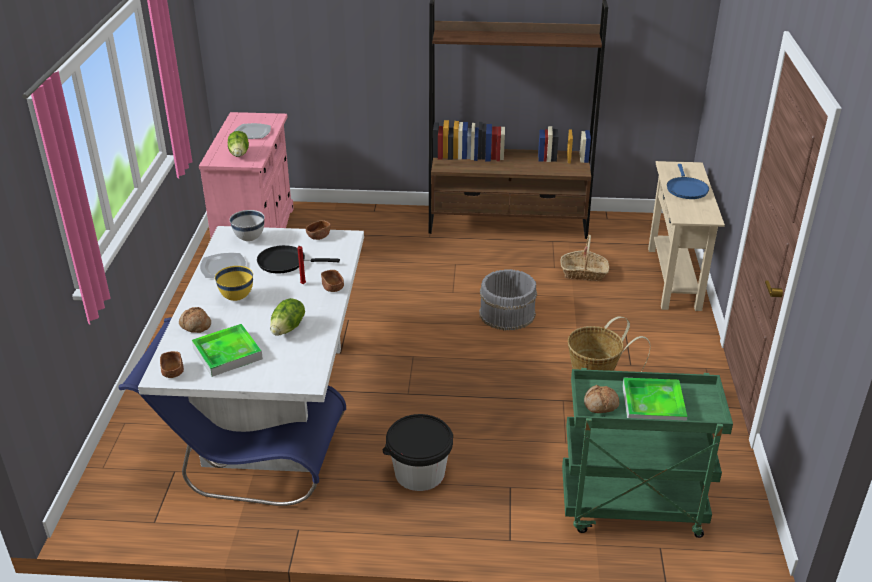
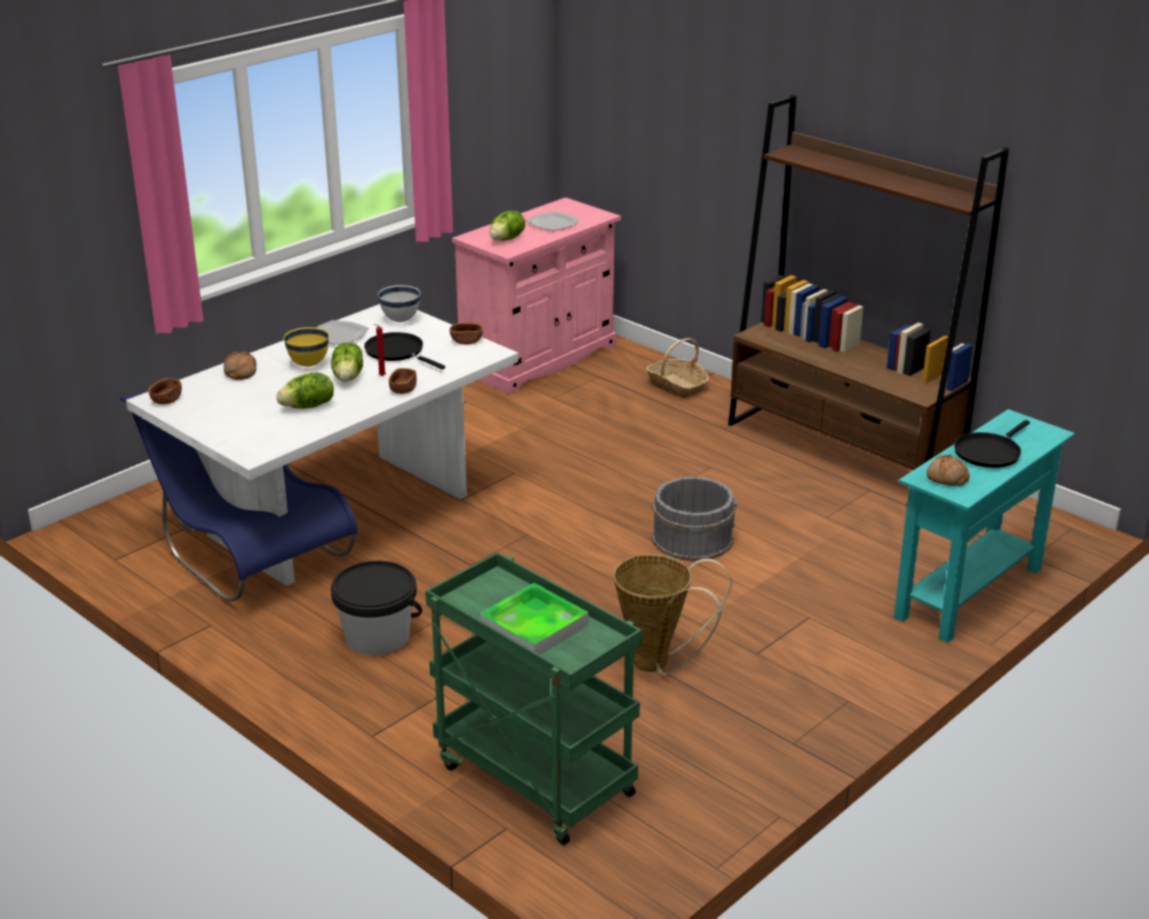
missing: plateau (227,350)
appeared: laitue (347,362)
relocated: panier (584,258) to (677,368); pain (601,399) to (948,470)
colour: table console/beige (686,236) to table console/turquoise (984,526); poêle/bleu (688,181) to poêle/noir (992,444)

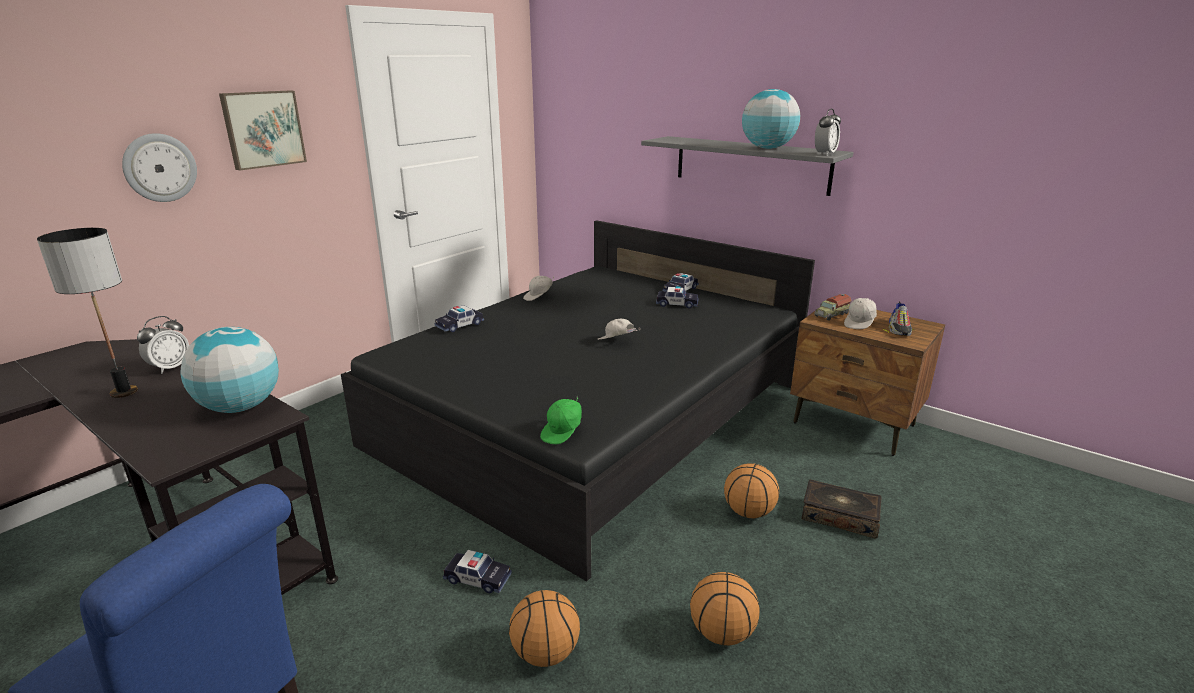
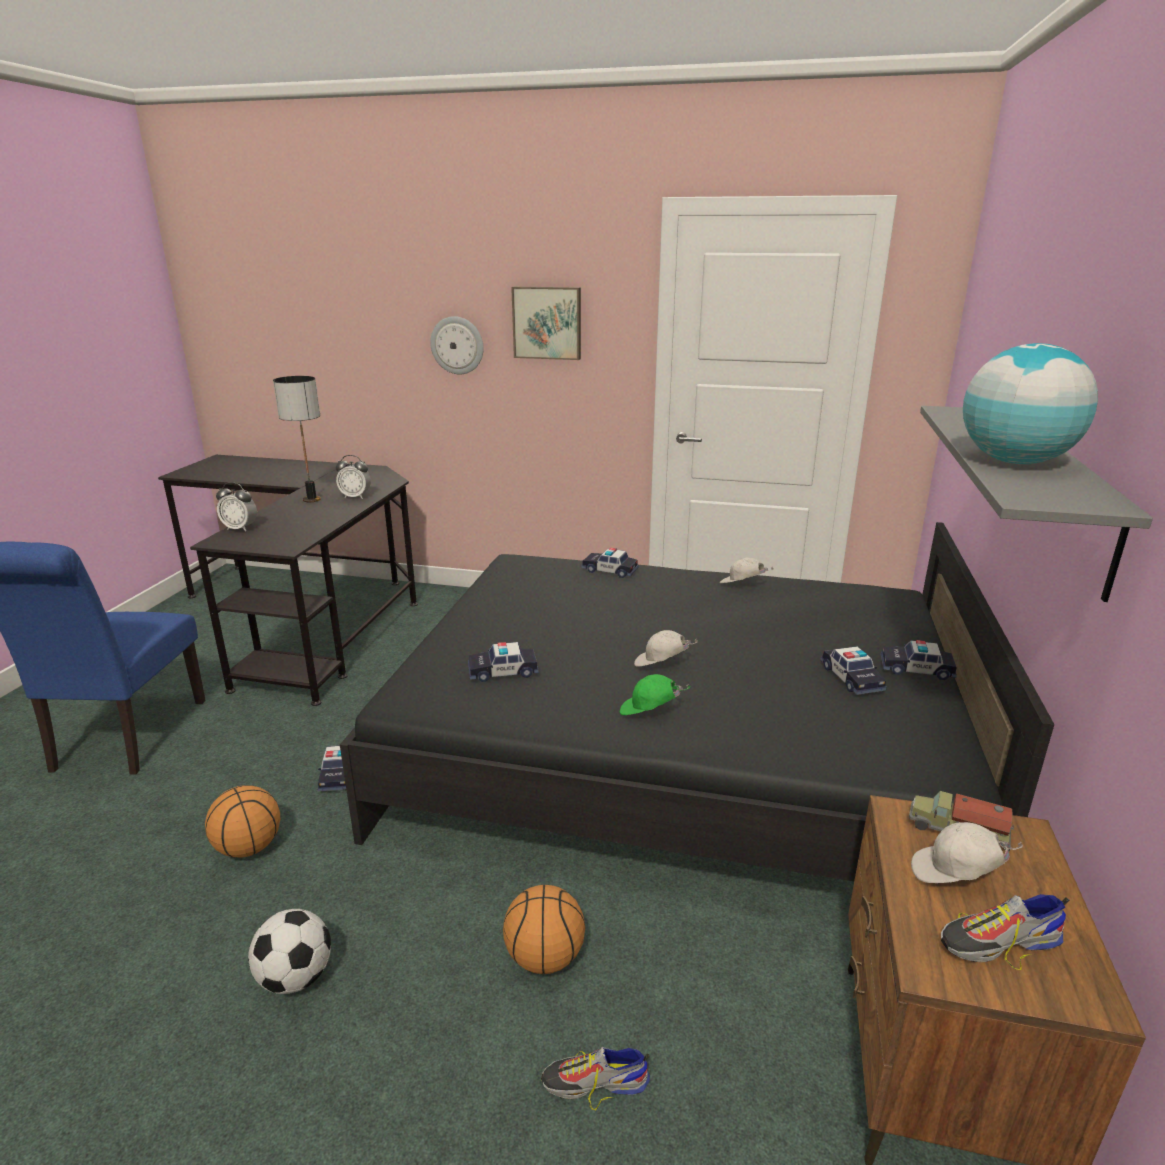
missing: globe (230,370)
appeared: petite voiture (503,662)
relocated: réveil (828,132) to (236,507); casquette/vert (561,420) to (655,694)
exchanged: ballon de basket (725,608) to ballon de foot (289,951); livre (842,509) to chaussure (595,1078)
spun: casquette/blanc (618,329) = (666,648) 90 degrees counterclockwise

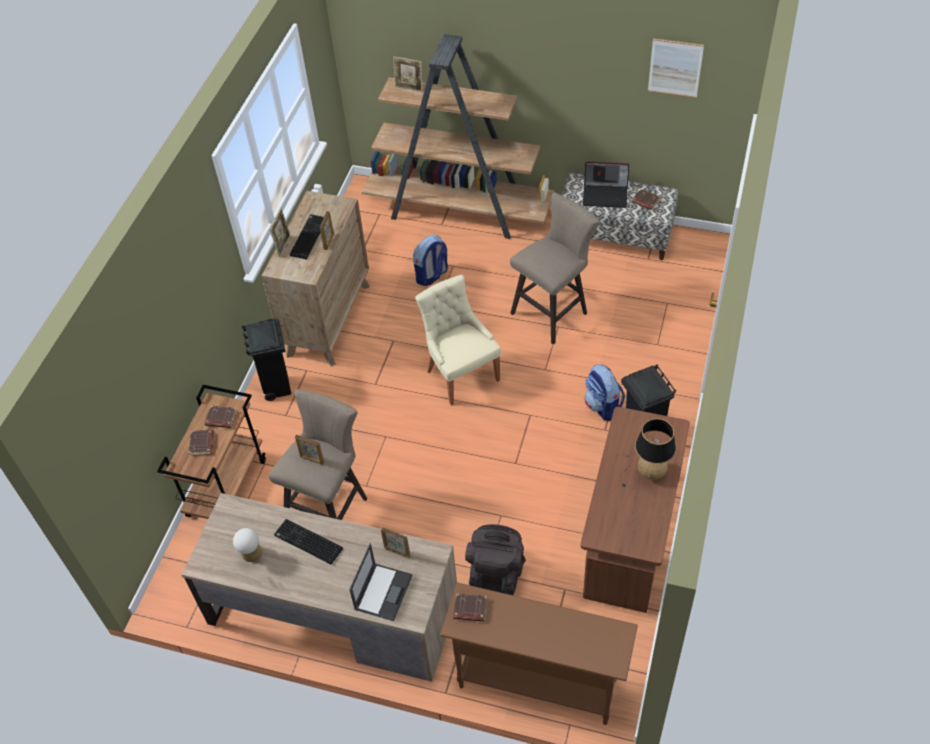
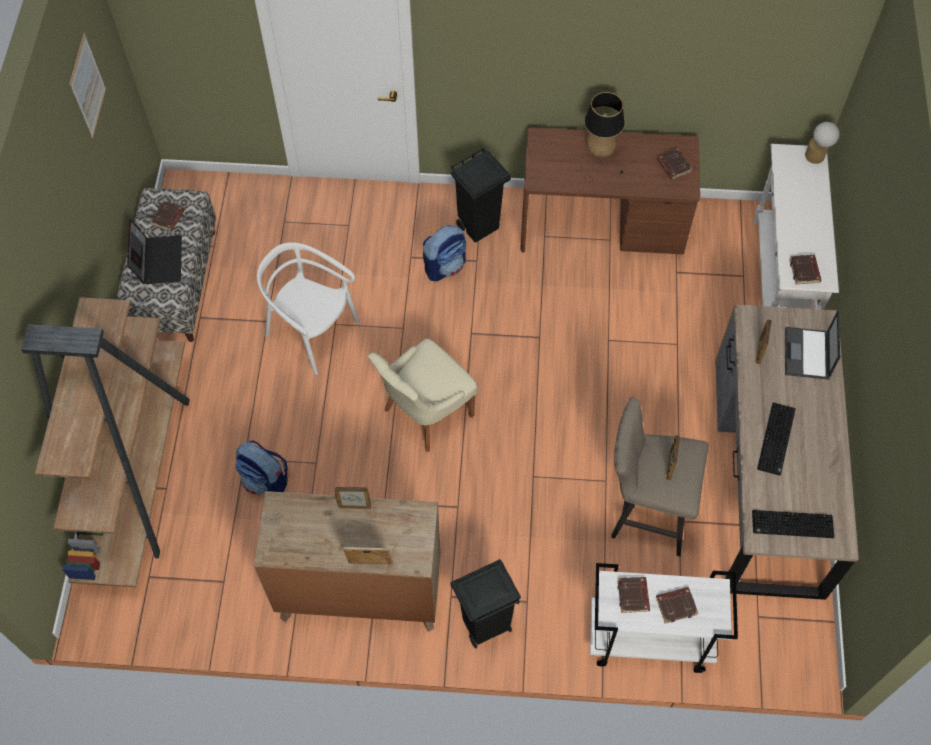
missing: cadre photo (408,74); sac à dos/noir (495,559)
appeared: livre/marron (674,164)
relocated: clavier (307,236) to (793,524); lampe de table (247,545) to (822,143)
exchanged: tabouret/beige (555,268) to chaise/blanc (308,308)
colour: chariot/marron (211,452) to chariot/blanc (664,618); table console/marron (539,653) to table console/blanc (796,227)
spun: ordinateur portable (380,582) = (812,344) 90 degrees counterclockwise

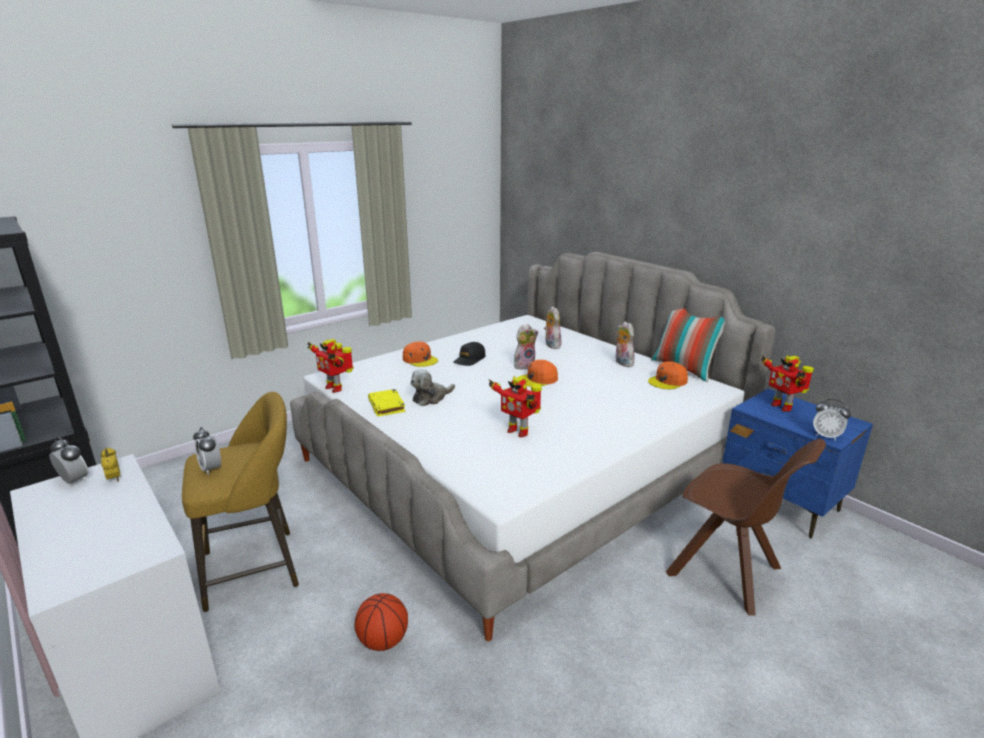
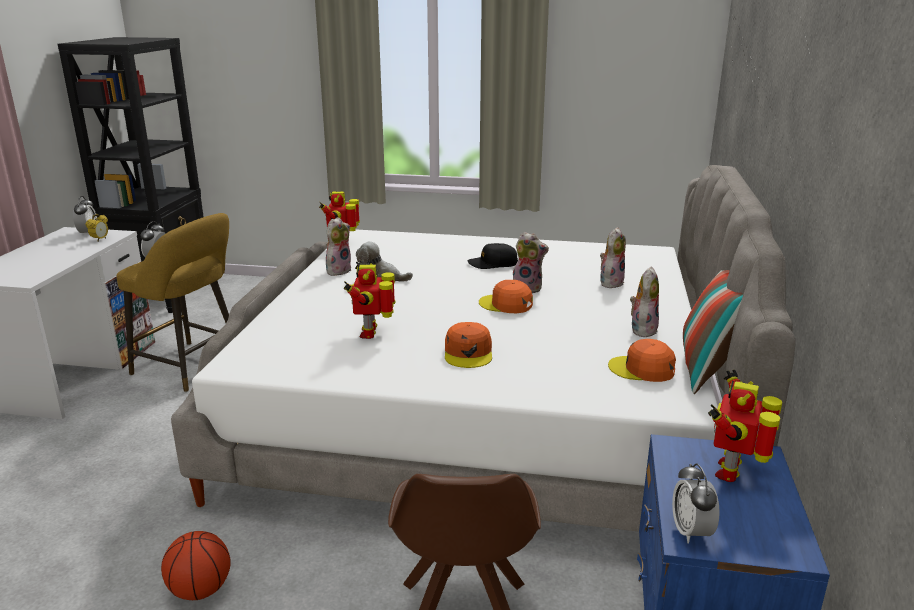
relocated: ballon de basket (381,622) to (196,565); casquette/orange (420,354) to (468,345)
exchanged: livre/jaune (386,402) to peluche (339,246)

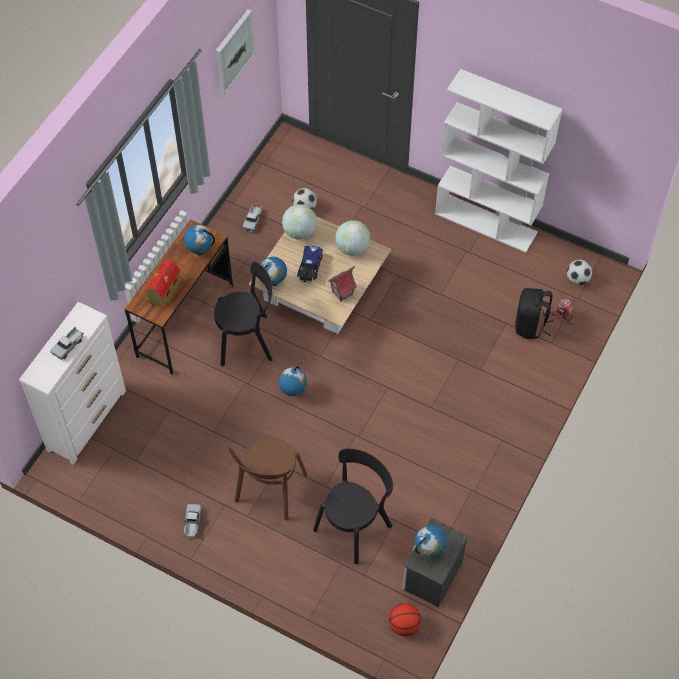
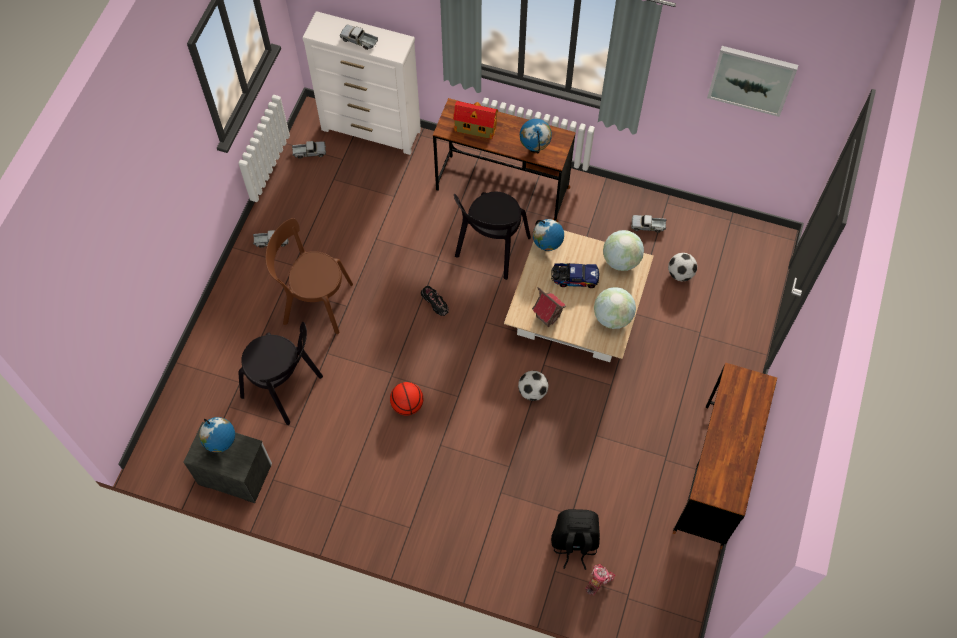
appeared: camion jouet (309,150)
relocated: ballon de basket (405,619) to (406,399); ballon de foot (579,272) to (533,386)
exchanged: globe (292,381) to chaussure/noir (435,301); bibliothèque/blanc (498,161) to bureau/marron (725,455)
spun: chaise/noir (243,314) = (492,236) 45 degrees clockwise

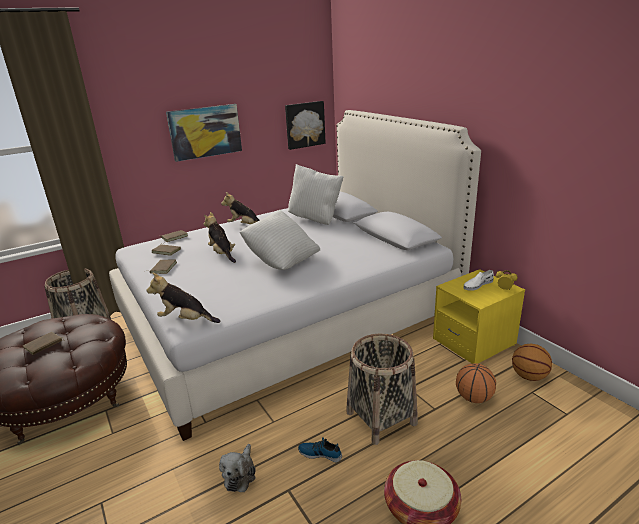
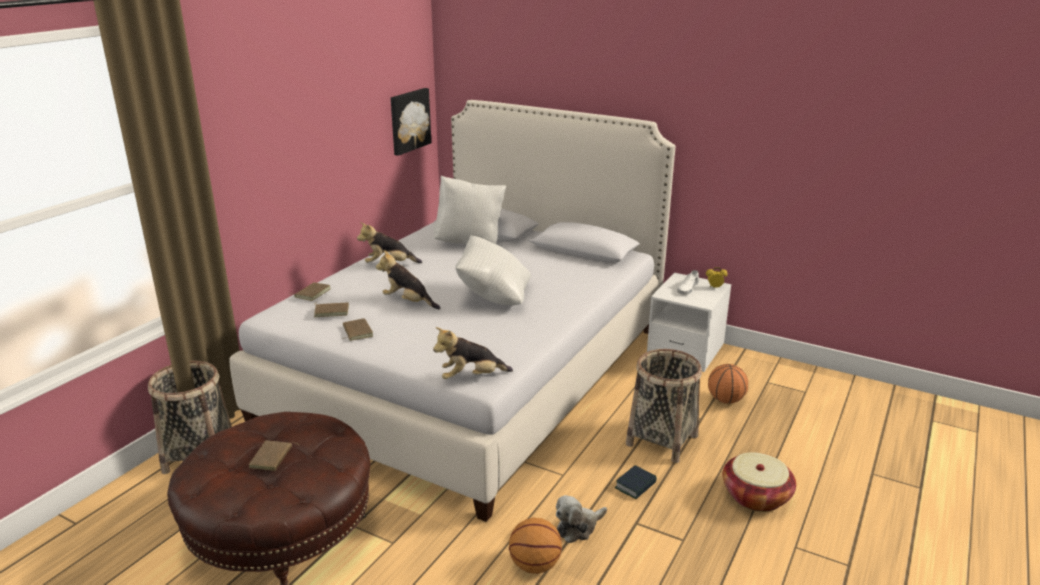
missing: tableau (204,133)
relocated: ballon de basket (532,362) to (535,546)
exchanged: chaussure (320,449) to livre (636,482)
colour: table de chevet/jaune (479,316) to table de chevet/blanc (689,322)
spun: peluche (237,468) = (581,519) 75 degrees clockwise

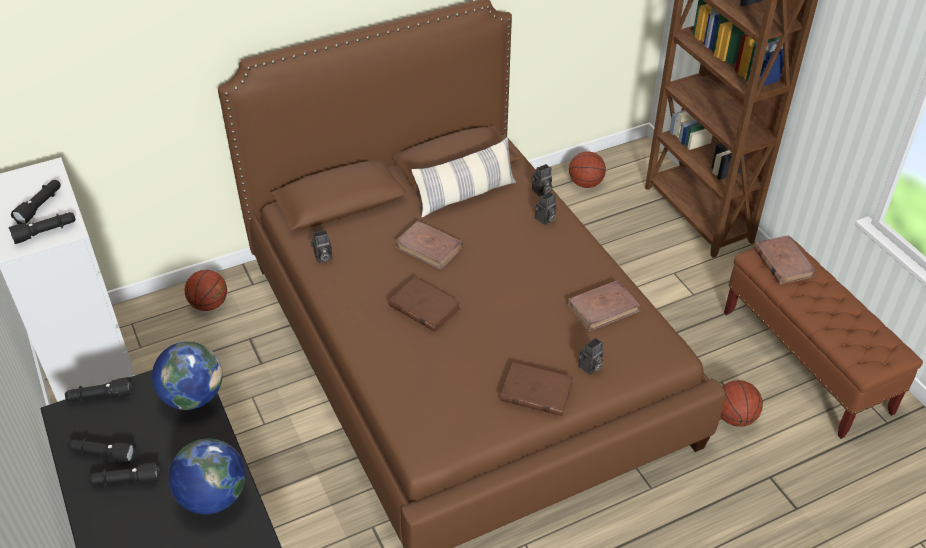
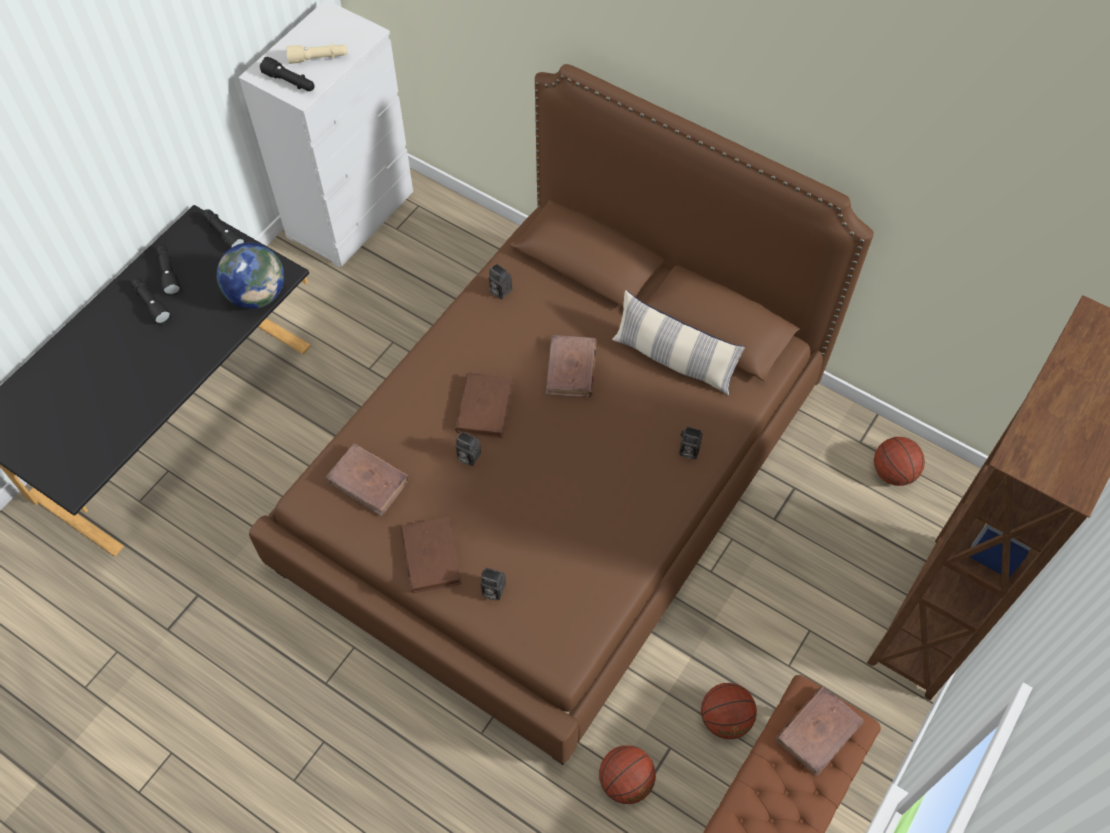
missing: globe (207,476)
relocated: livre/marron (603,306) to (367,479); appareil photo (541,180) to (468,448); ballon de basket (206,290) to (729,711)
colour: lampe de poche/noir (35,202) to lampe de poche/beige (316,53)

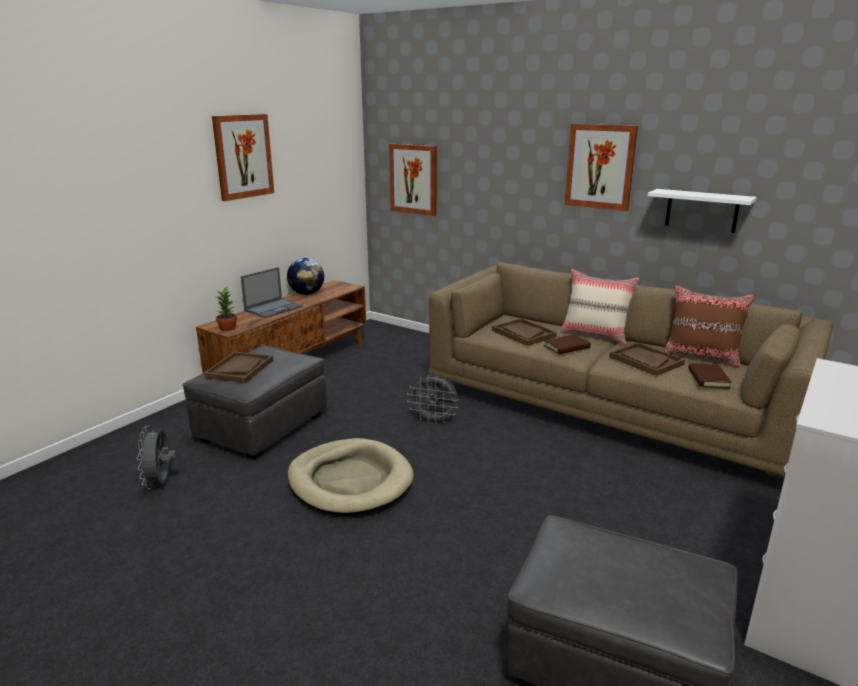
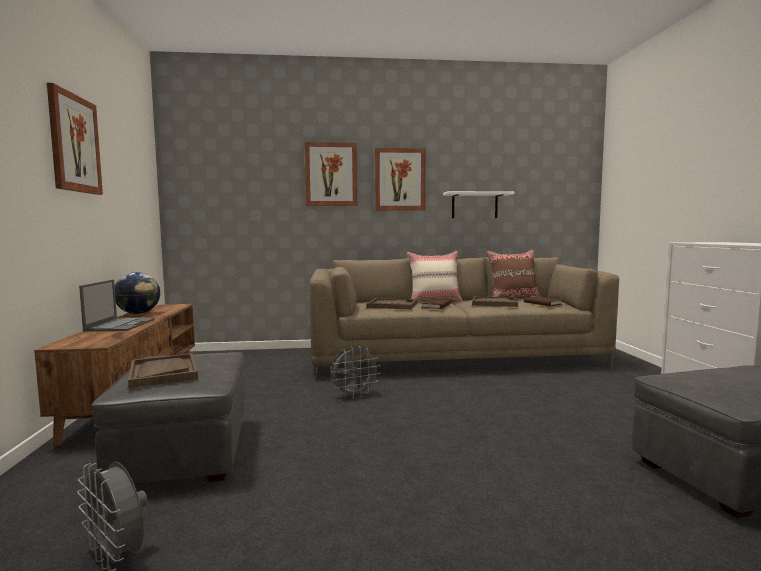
missing: plante en pot (226,309); panier pour chien/beige (351,476)
relocated: tableau (413,180) to (331,174)

